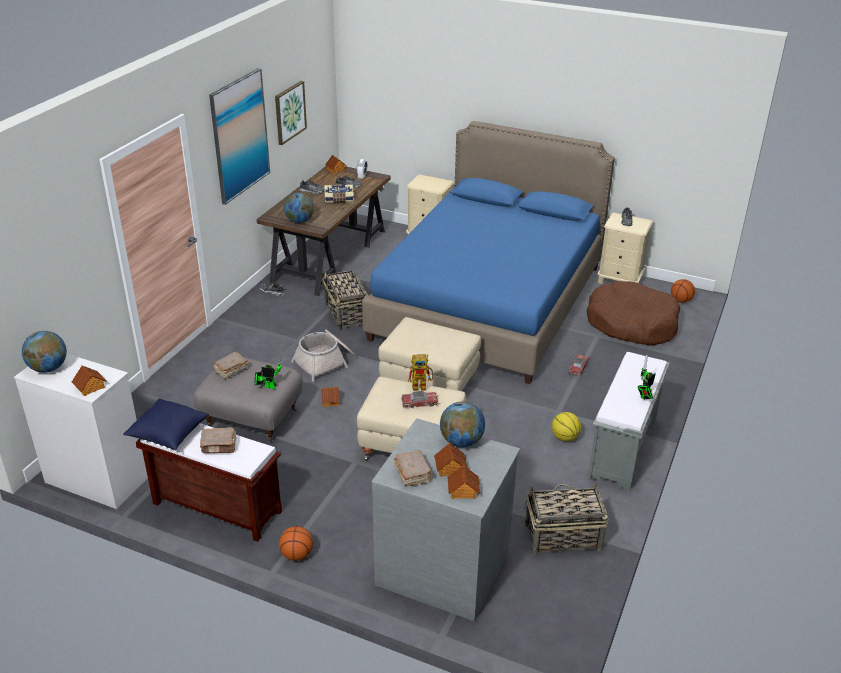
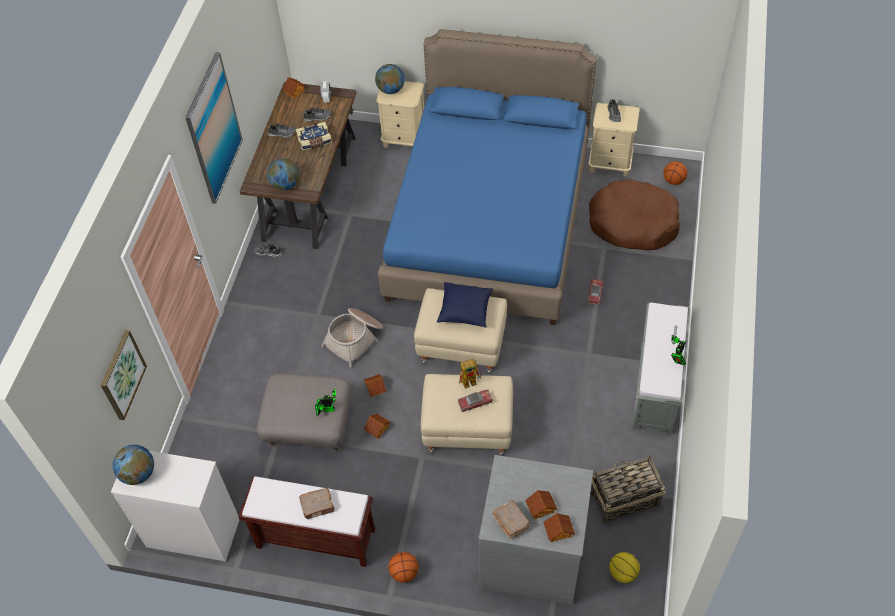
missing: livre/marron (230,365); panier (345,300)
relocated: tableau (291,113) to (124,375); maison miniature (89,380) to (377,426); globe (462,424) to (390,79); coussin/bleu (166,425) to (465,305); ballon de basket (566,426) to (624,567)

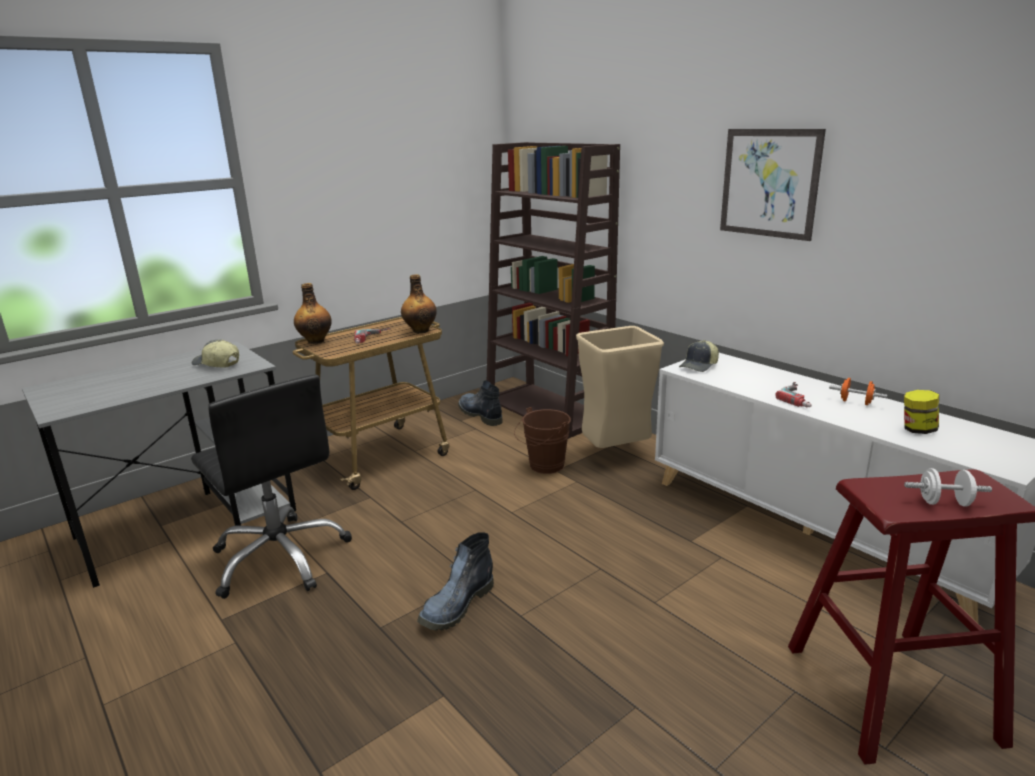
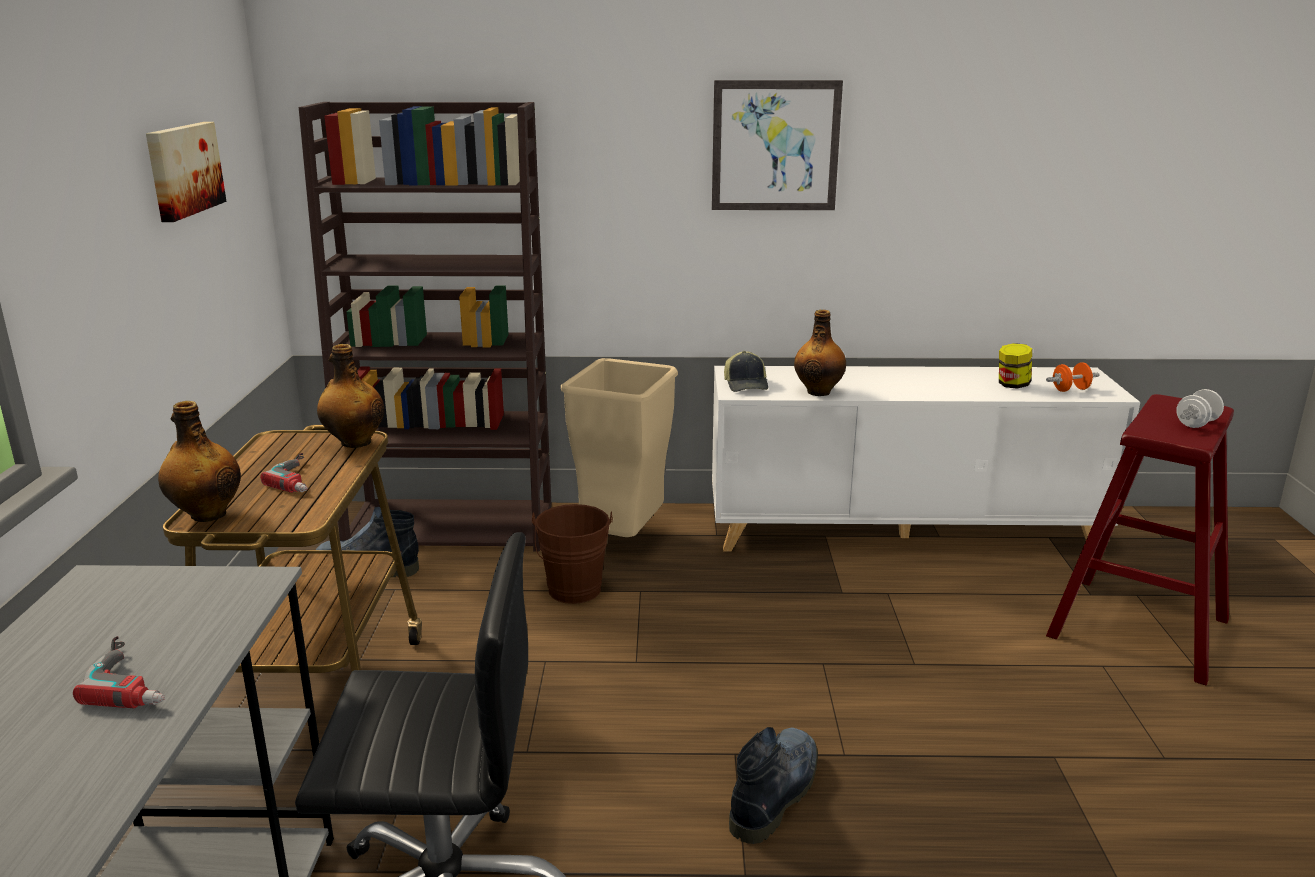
missing: casquette (215,354)
appeared: tableau (186,172); bouteille (820,353)
relocated: perceuse (793,395) to (119,672); haltère/orange (858,391) to (1072,377)
spun: botte (455,581) = (773,785) 135 degrees counterclockwise

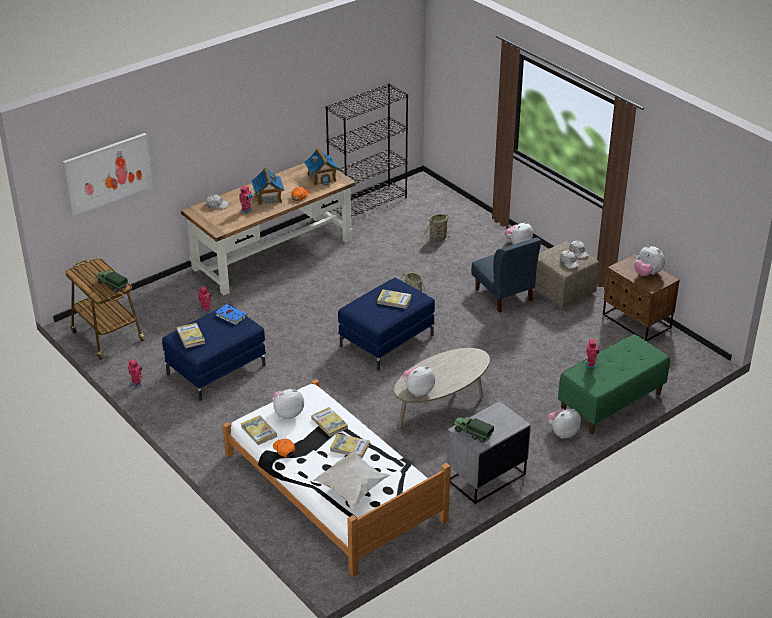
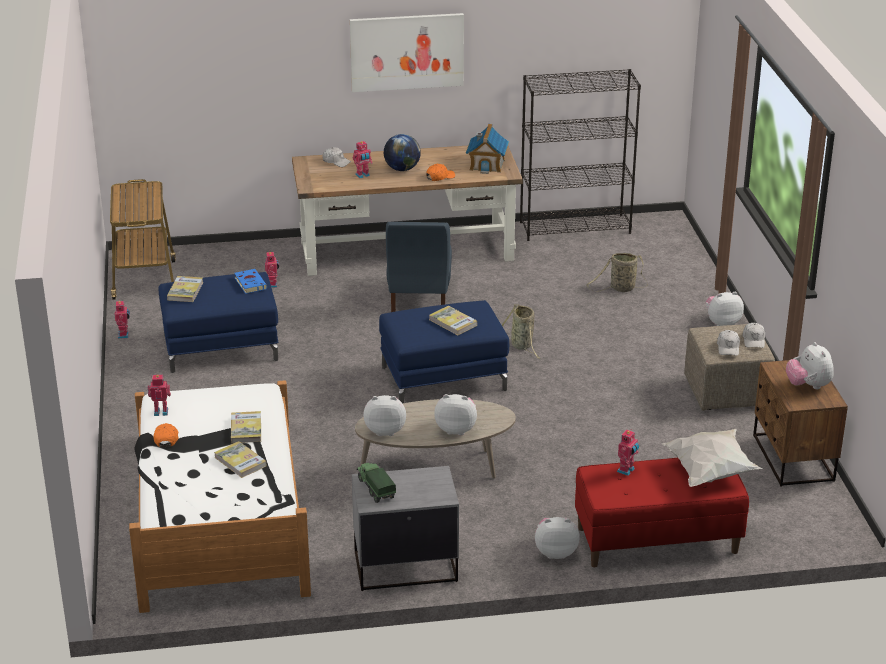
missing: camion jouet (112,281)
relocated: tableau (108,174) to (407,52); chaise/bleu (506,275) to (419,267); peluche (288,404) to (455,414); coussin/blanc (352,479) to (712,458)
exchanged: livre (259,430) to robot jouet (159,395); maison miniature (268,186) to globe (402,152)
colour: banc/vert (614,384) to banc/rouge (662,512)

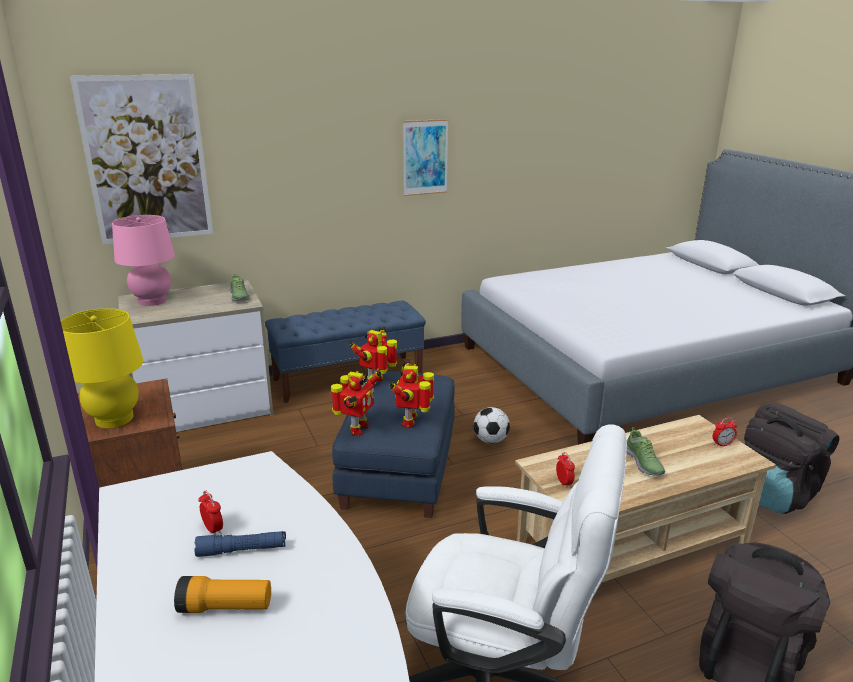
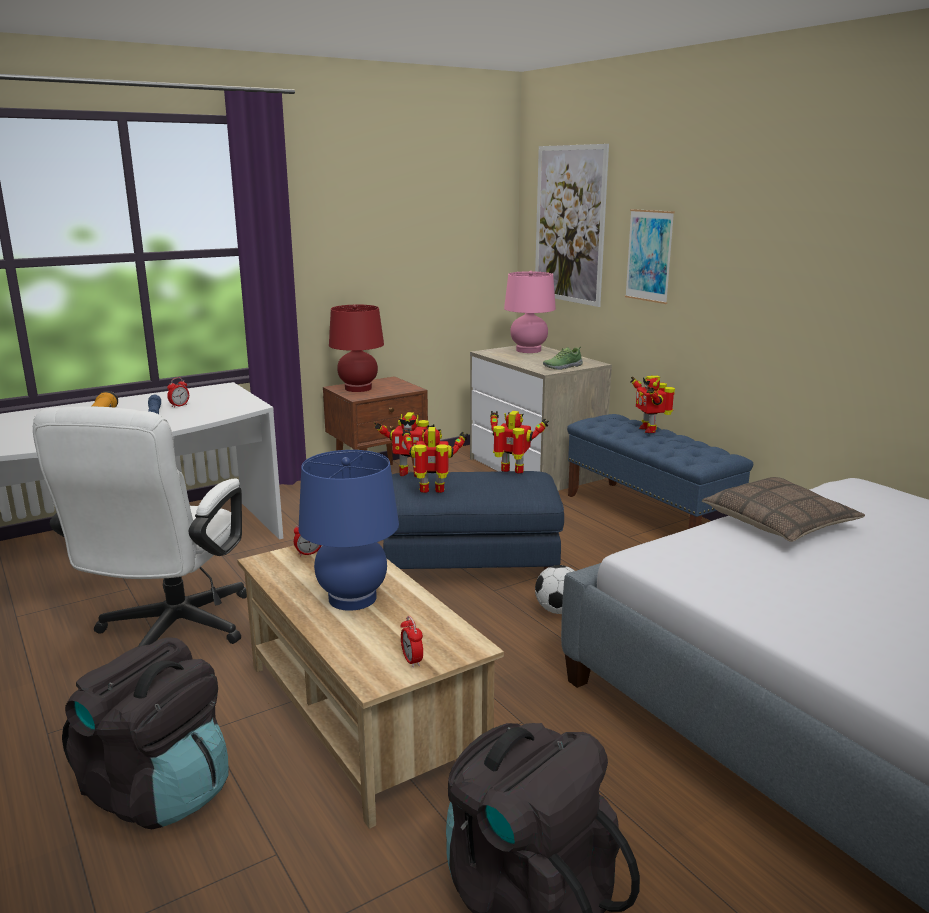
appeared: robot jouet (653,404); coussin (783,509)
relocated: tableau (425,157) to (650,256)
exchanged: chaussure (646,451) to lampe de table/bleu (348,530)
colour: lampe de table/jaune (102,368) to lampe de table/rouge (356,348)

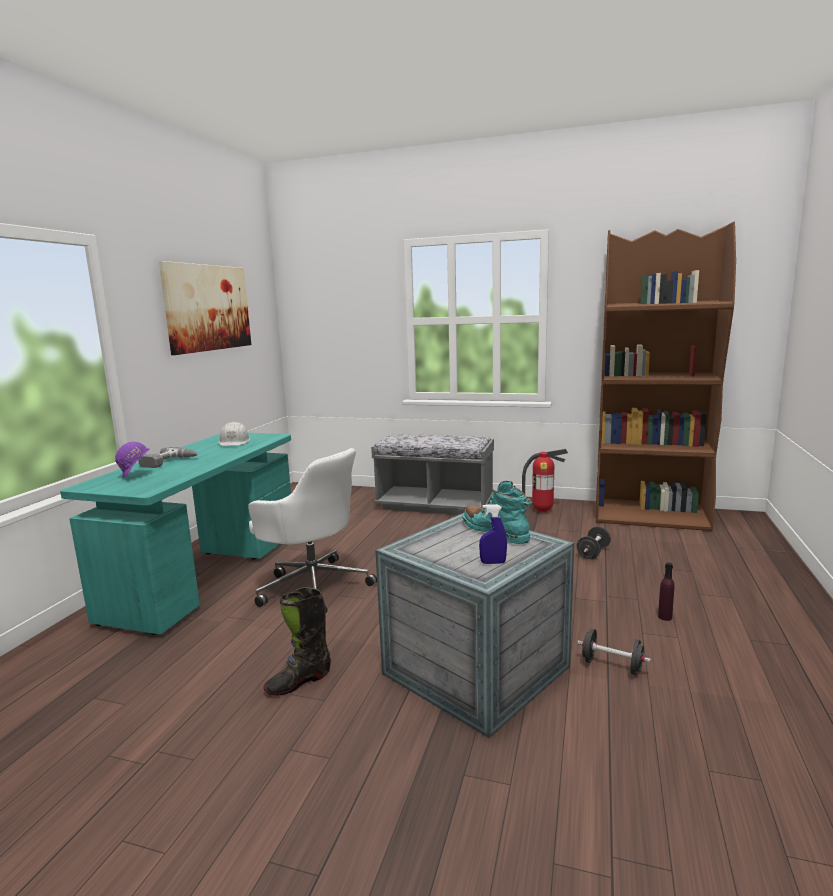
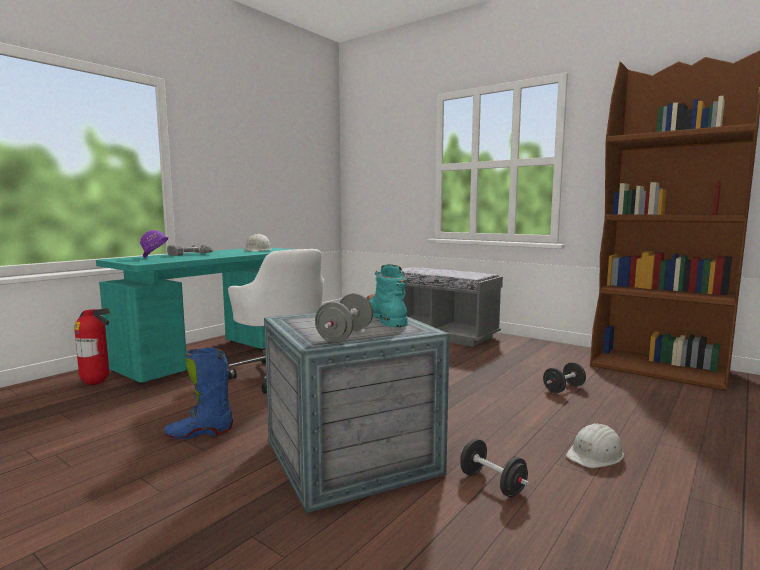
missing: tableau (205,308)
relocated: extincteur (545,480) to (92,346)
exchanged: vaporisateur/bleu (493,534) to haltère/gris (344,318); bouteille/violet (666,591) to casque de chantier/blanc (595,445)
colour: botte/noir (297,641) to botte/bleu (198,393)

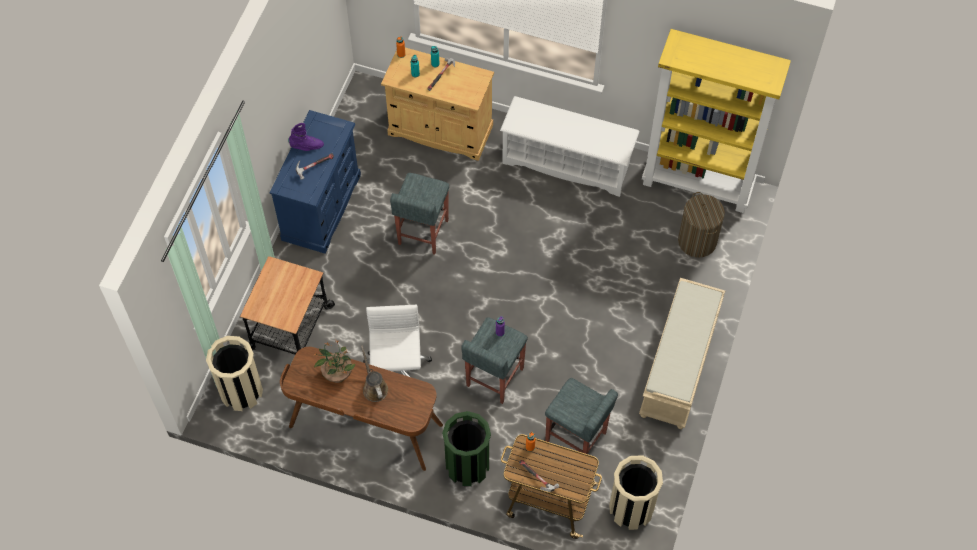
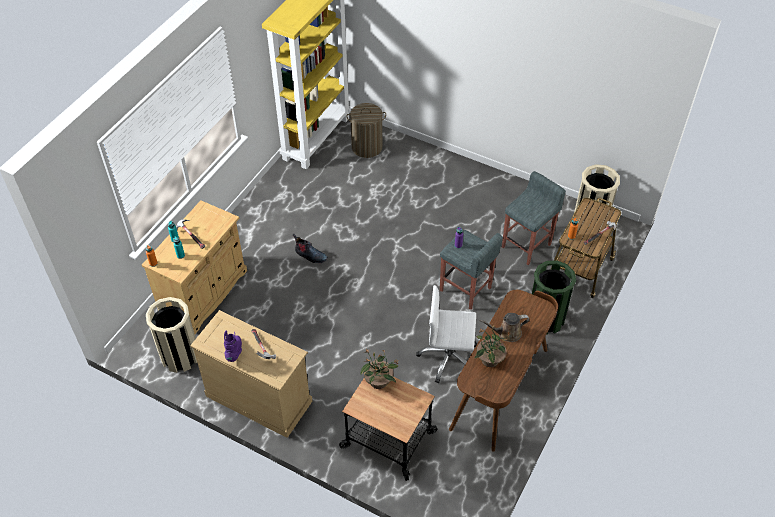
missing: tabouret/gris (419,214); étagère à chaussures/blanc (570,146); banc/beige (682,353)
appeared: botte (310,248); plante en pot (379,368)
relocated: poubelle/beige (234,373) to (171,335)
colour: commode/bleu (315,182) to commode/beige (251,374)

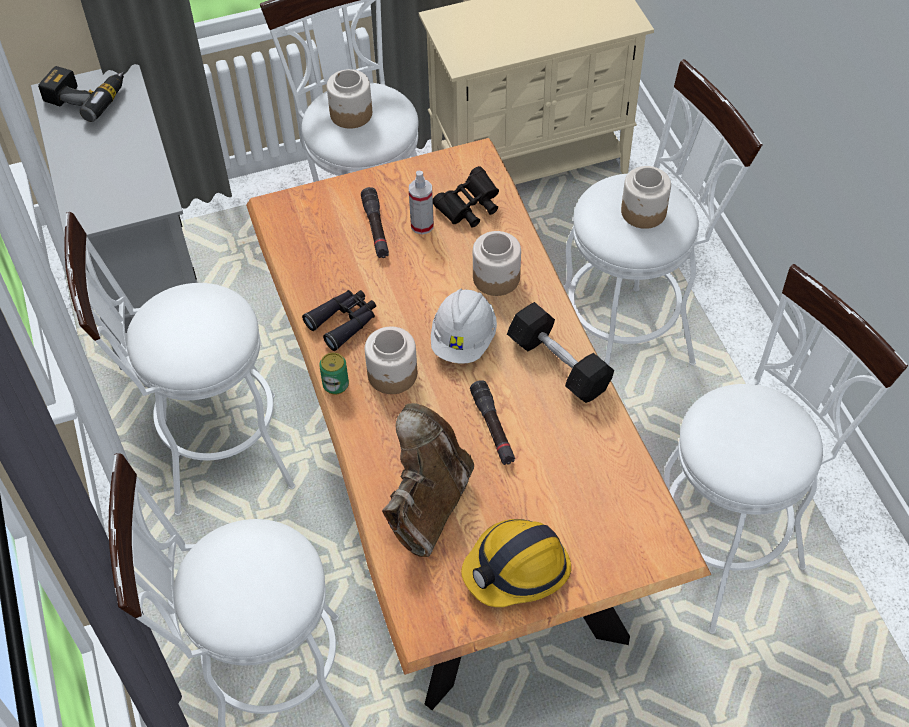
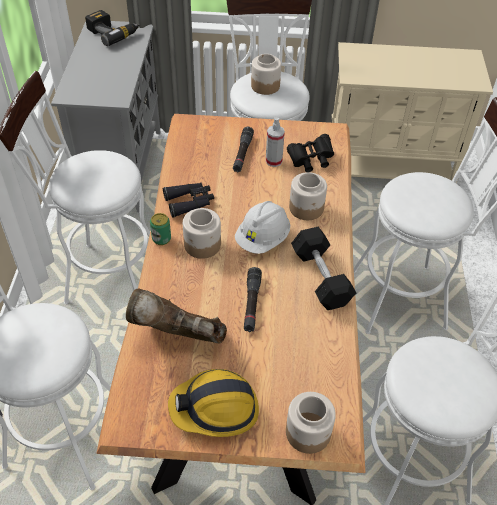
relocated: bocal (646,197) to (311,423)
spun: botte/marron (428,480) = (176,316) 120 degrees counterclockwise

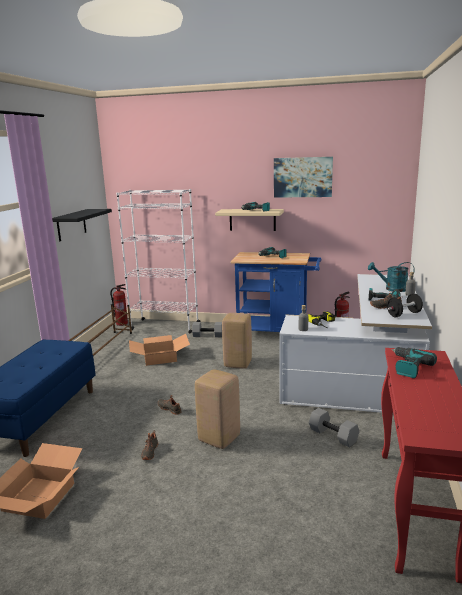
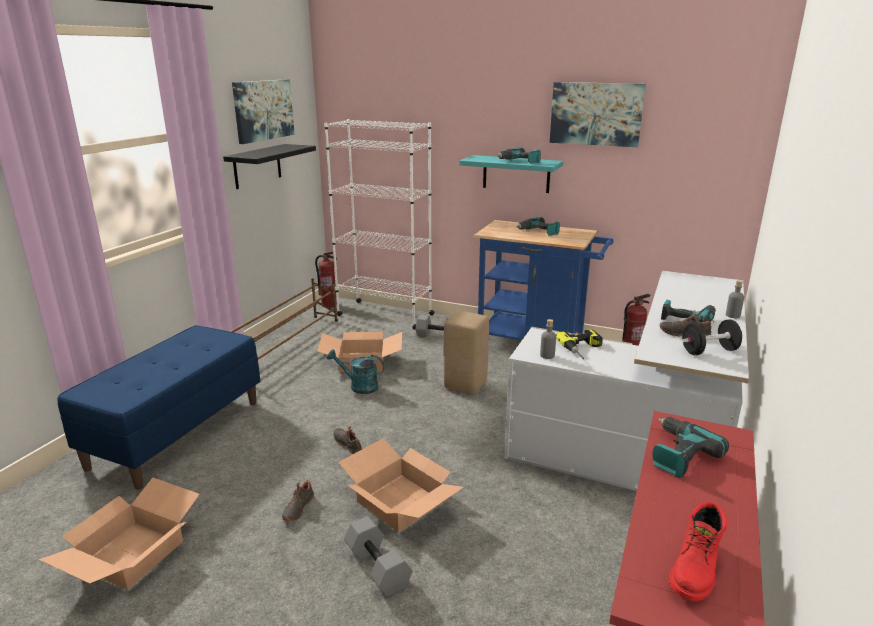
appeared: tableau (263,111); botte/rouge (698,551)
relocated: arrosoir/turquoise (391,277) to (355,371); haltère/gris (334,428) to (378,556)
exchanged: tabouret/beige (217,409) to carton (401,485)
colour: étagère/beige (249,220) to étagère/turquoise (511,174)

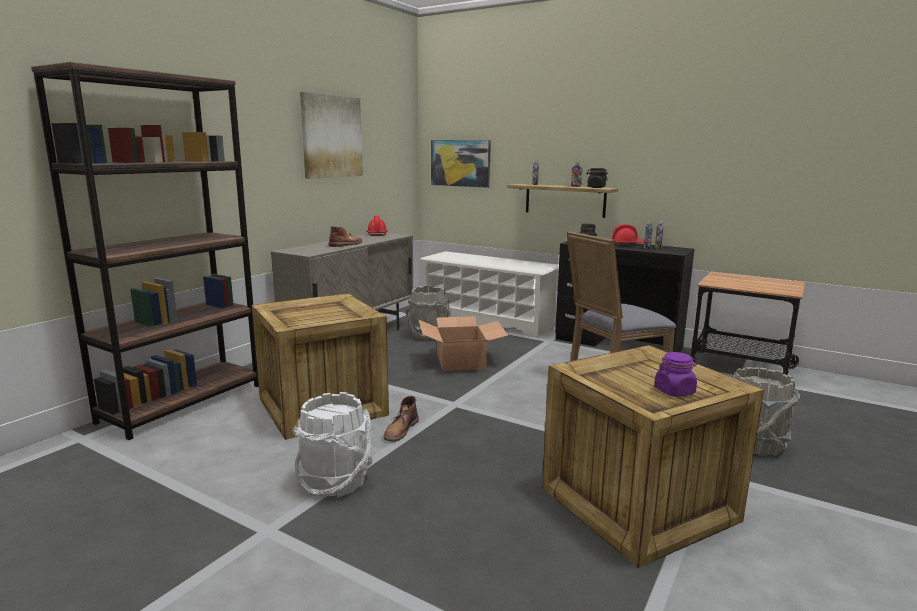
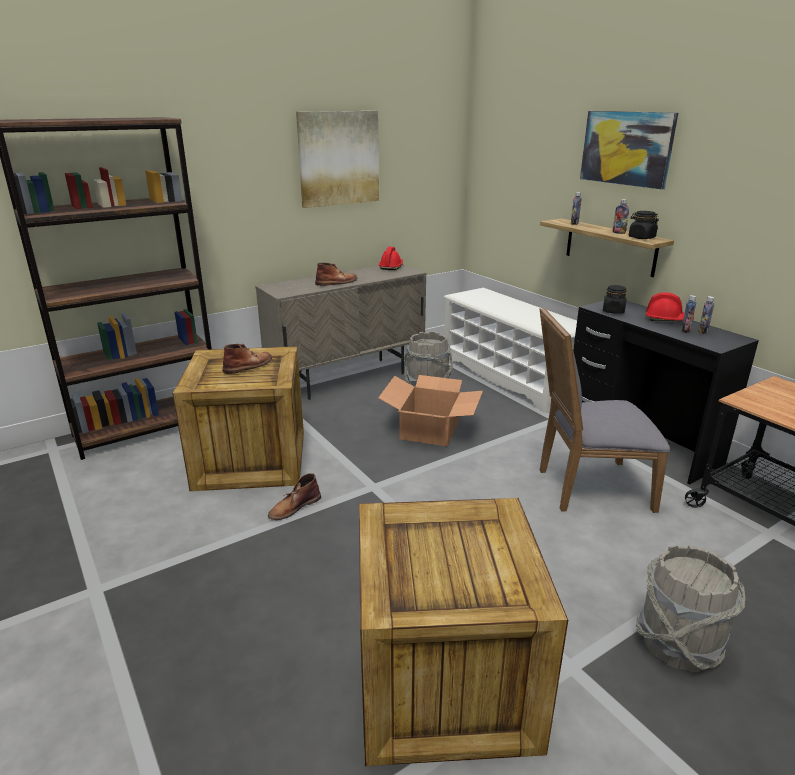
missing: seau/blanc (332,445); bocal/violet (675,374)
appeared: botte/marron (247,358)
relocated: tableau (461,164) to (629,150)

